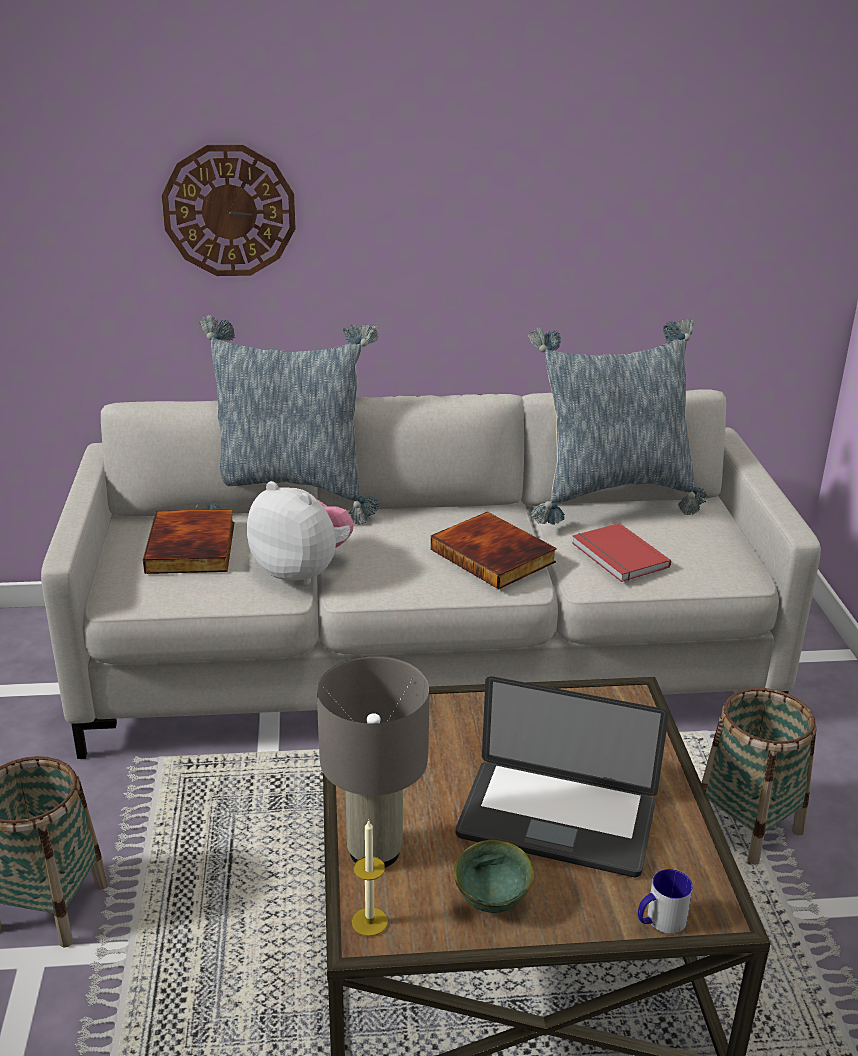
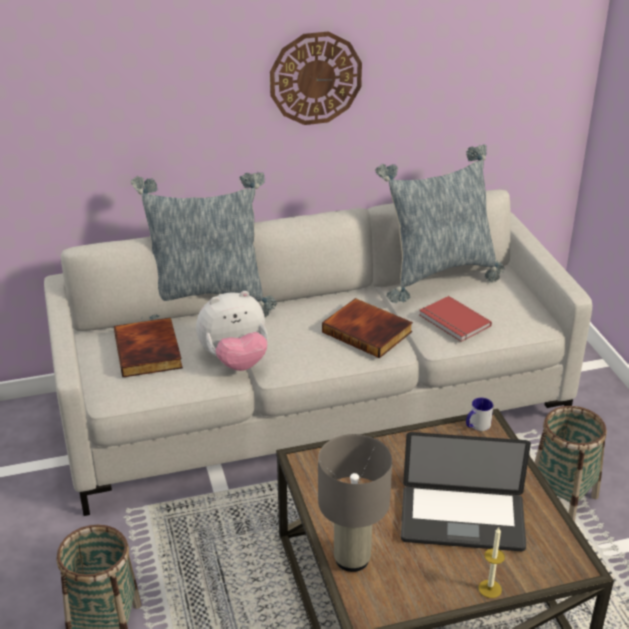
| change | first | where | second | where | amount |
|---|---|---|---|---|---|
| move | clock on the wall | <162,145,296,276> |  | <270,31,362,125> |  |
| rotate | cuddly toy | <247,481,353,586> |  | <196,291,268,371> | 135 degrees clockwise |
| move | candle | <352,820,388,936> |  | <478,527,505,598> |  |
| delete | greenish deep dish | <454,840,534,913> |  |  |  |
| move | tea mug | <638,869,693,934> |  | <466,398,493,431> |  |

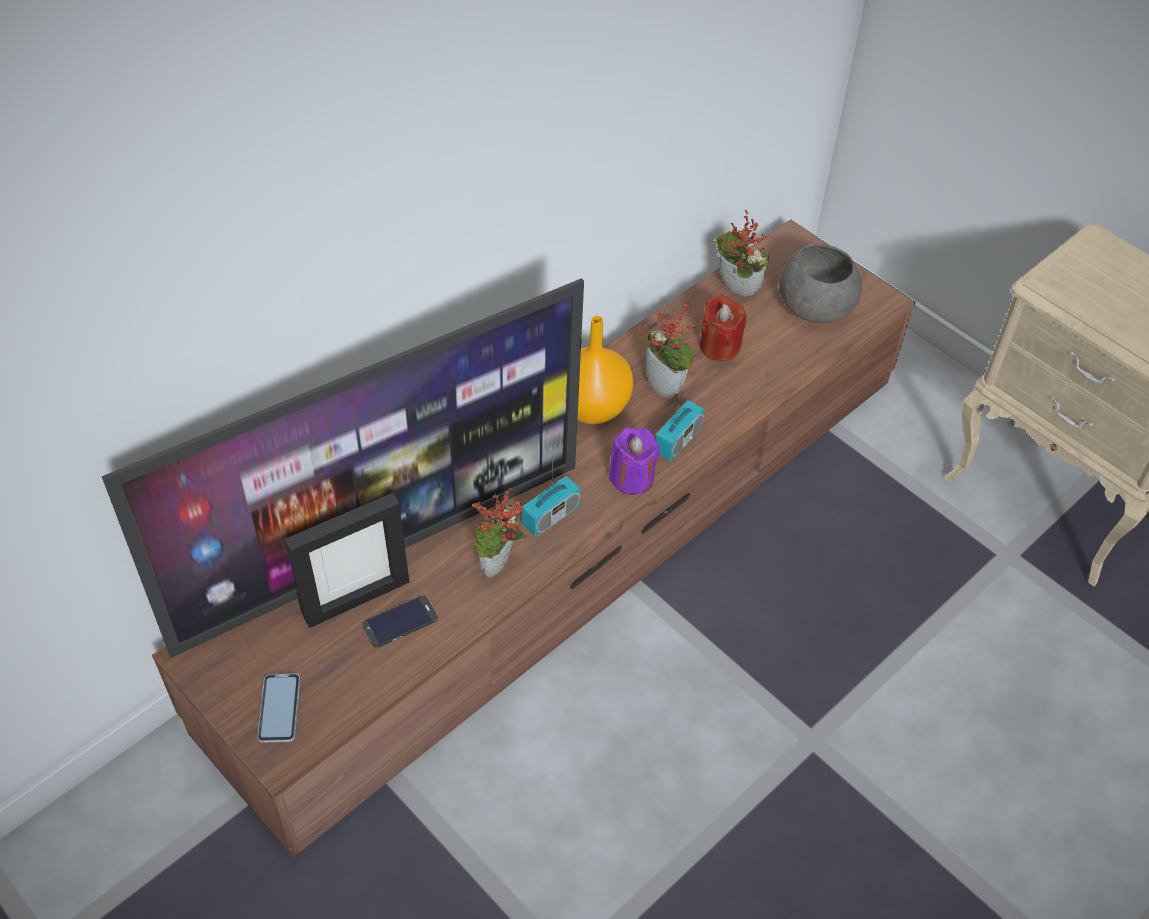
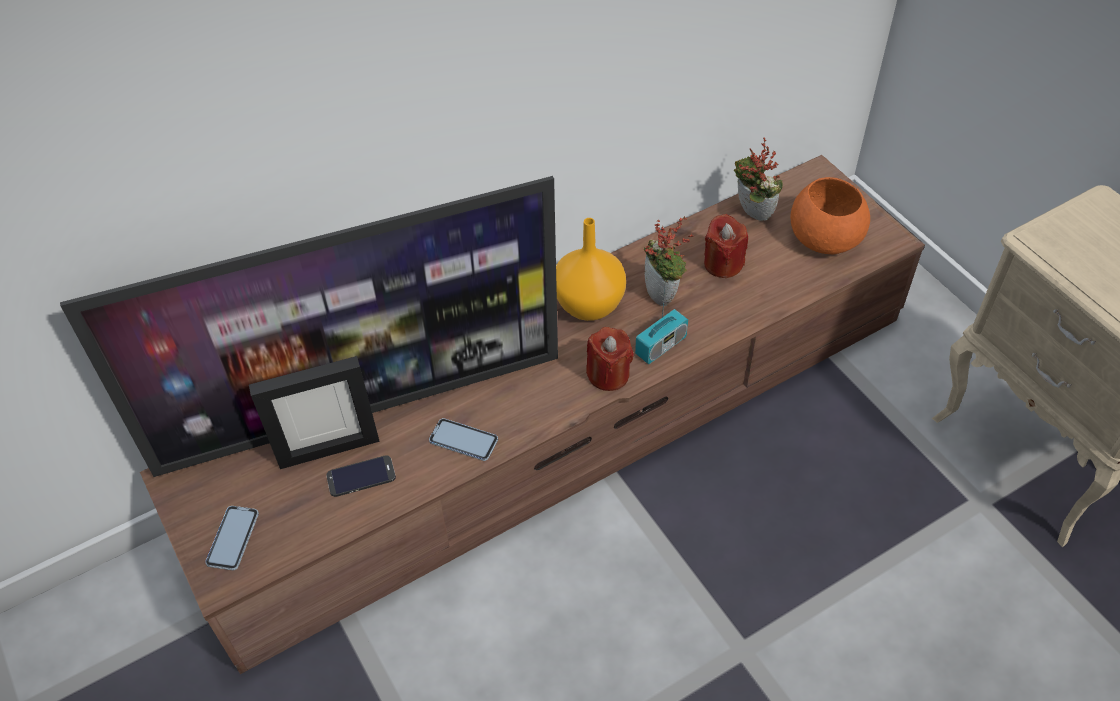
| change | first | where | second | where | amount |
|---|---|---|---|---|---|
| replace | houseplant | <472,488,526,578> | telephone | <429,418,498,461> |  |
| delete | radio receiver | <522,460,581,537> |  |  |  |
| recolor | purple-coloured candle | <609,428,660,495> | reddish candle | <586,327,634,391> |  |
| recolor | gray deep dish | <779,244,862,323> | orange-coloured deep dish | <790,177,870,254> |  |

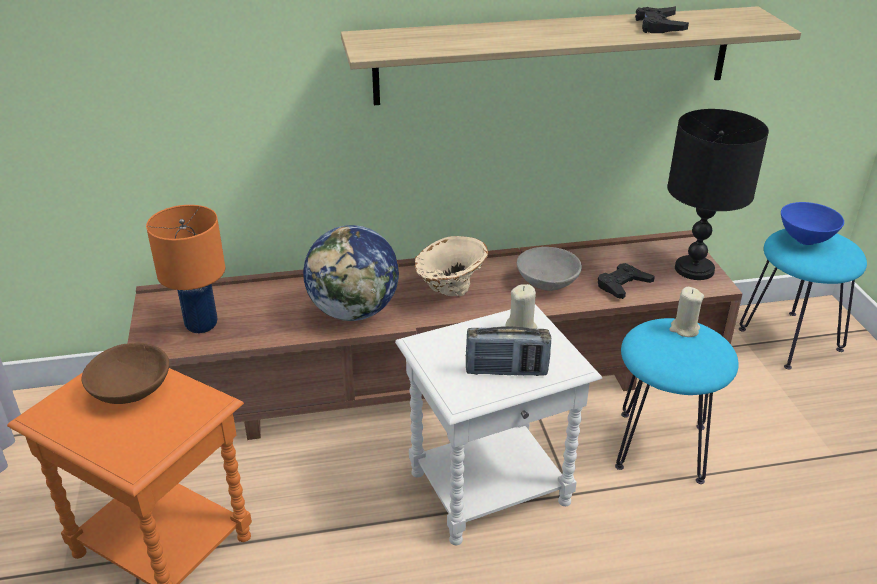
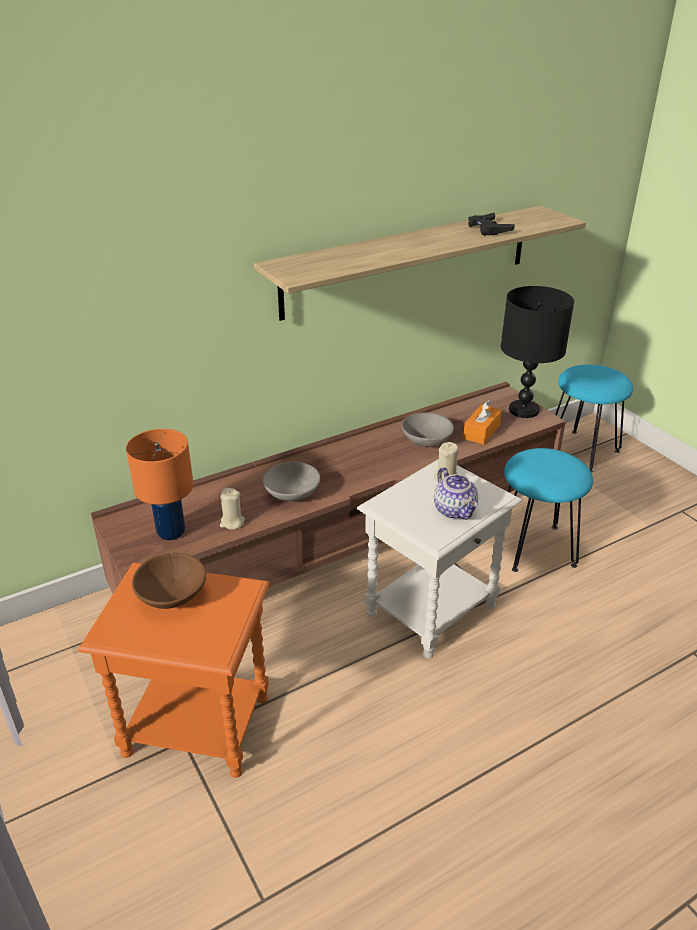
| change | first | where | second | where | amount |
|---|---|---|---|---|---|
| replace | world globe | <303,225,399,321> | gray deep dish | <263,461,320,501> |  |
| delete | sand-coloured decorative vase | <415,236,488,296> |  |  |  |
| replace | radio receiver | <466,326,551,376> | tea pot | <434,467,478,520> |  |
| replace | black-coloured gamepad | <598,263,655,299> | orange-coloured box of tissues | <463,400,502,445> |  |
| move | sand-coloured candle | <670,287,704,337> |  | <220,488,245,530> |  |
| delete | bluish deep dish | <781,202,844,245> |  |  |  |

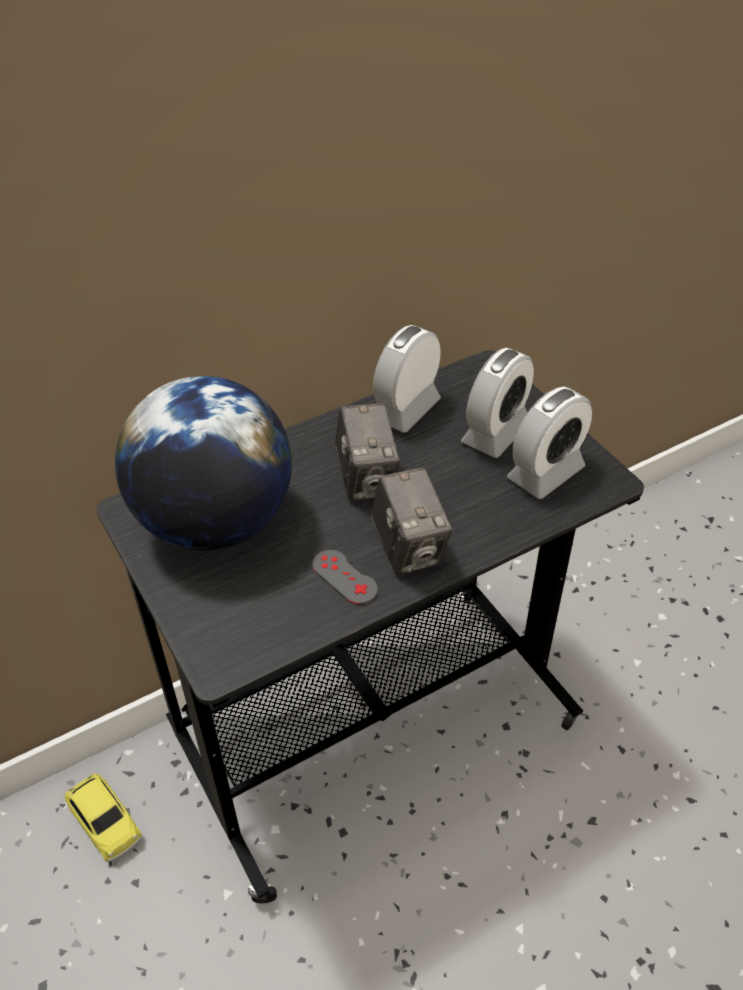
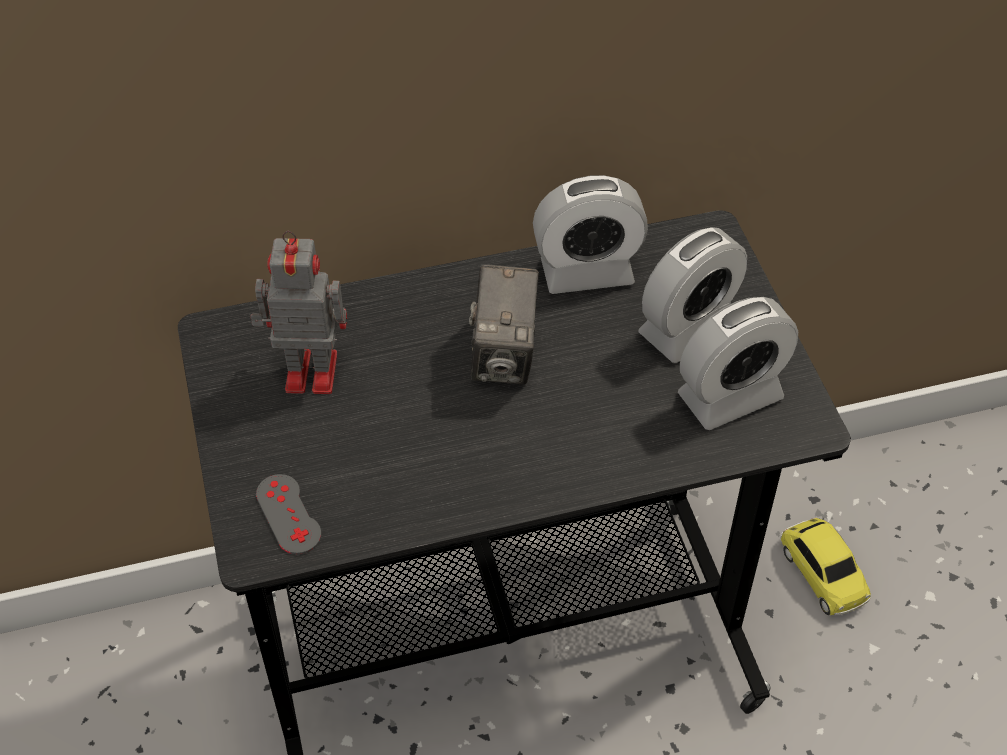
| change | first | where | second | where | amount |
|---|---|---|---|---|---|
| move | model car | <65,774,142,862> |  | <781,518,871,615> |  |
| replace | world globe | <115,376,292,550> | model robot | <250,231,348,394> |  |
| move | gray gamepad | <312,550,378,604> |  | <256,474,322,555> |  |
| delete | photo camera | <370,467,452,575> |  |  |  |
| rotate | bedside clock | <373,325,441,433> |  | <533,175,648,294> | 150 degrees counterclockwise |

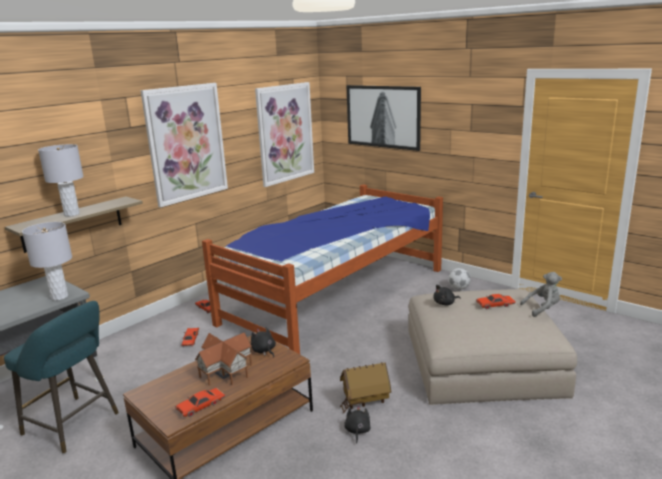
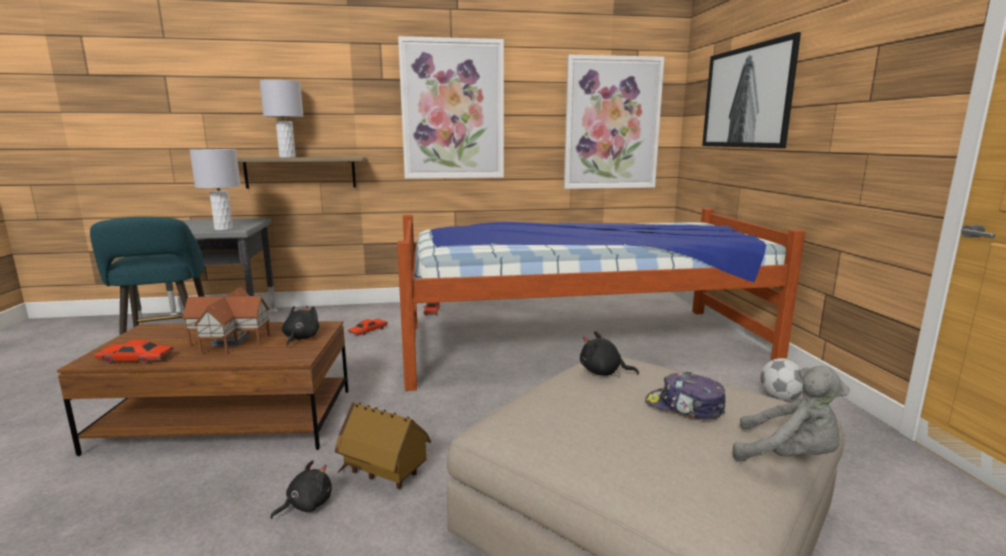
| change | first | where | second | where | amount |
|---|---|---|---|---|---|
| replace | reddish model car | <476,294,516,310> | peaked cap | <645,372,726,420> |  |

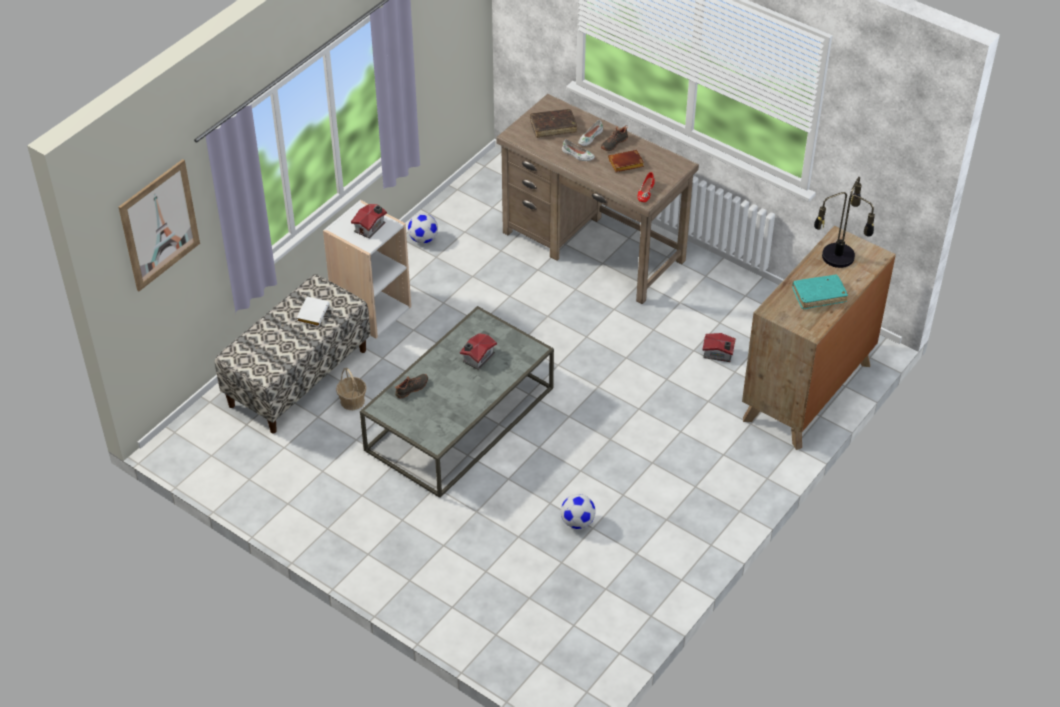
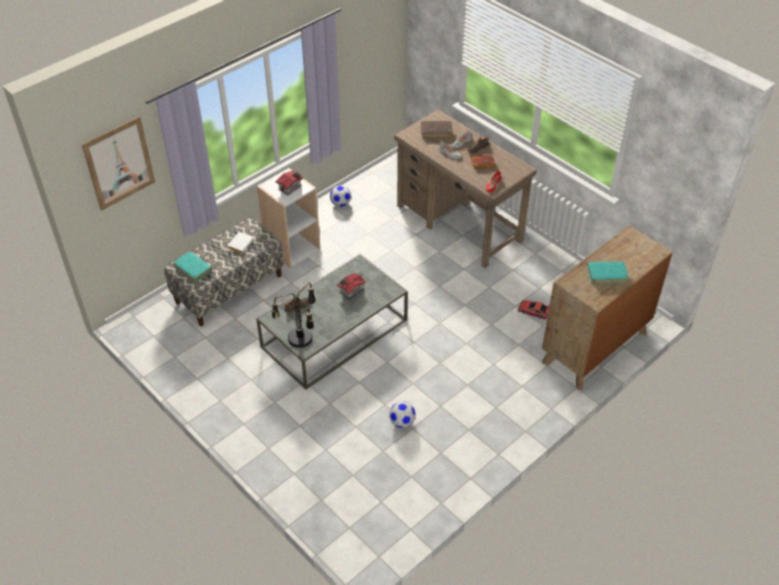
| change | first | where | second | where | amount |
|---|---|---|---|---|---|
| delete | household basket | <336,368,367,410> |  |  |  |
| replace | model house | <702,333,736,362> | model car | <518,300,549,319> |  |
| move | tabletop lamp | <814,177,875,268> |  | <272,283,315,348> |  |
| insert |  |  | turquoise bound book | <174,252,212,283> |  |

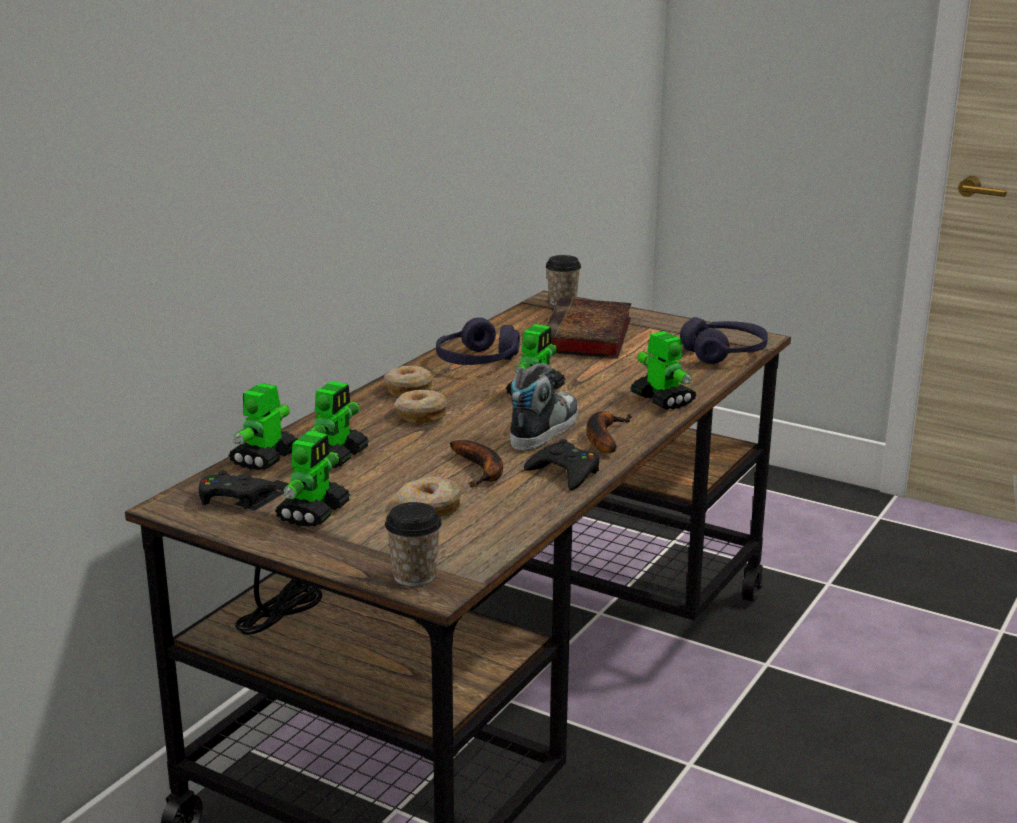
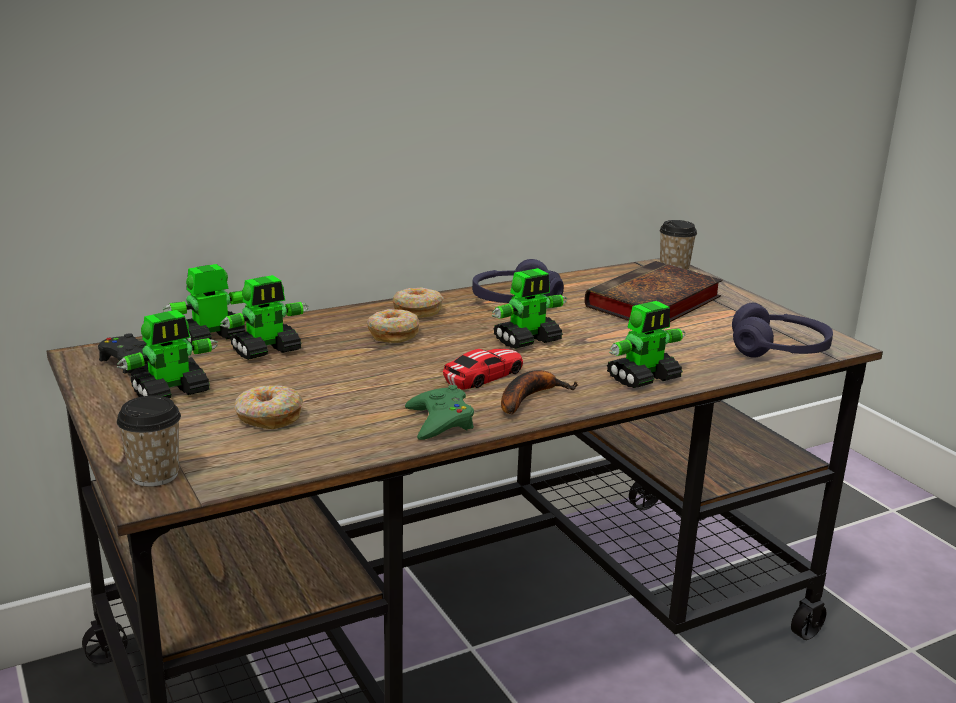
| change | first | where | second | where | amount |
|---|---|---|---|---|---|
| delete | banana | <450,440,503,487> |  |  |  |
| replace | shoe | <510,363,578,451> | model car | <443,349,523,390> |  |
| recolor | black-coloured gamepad | <524,439,600,490> | greenish gamepad | <405,385,474,440> |  |
| rotate | model robot | <631,331,696,410> |  | <607,301,686,388> | 60 degrees clockwise |

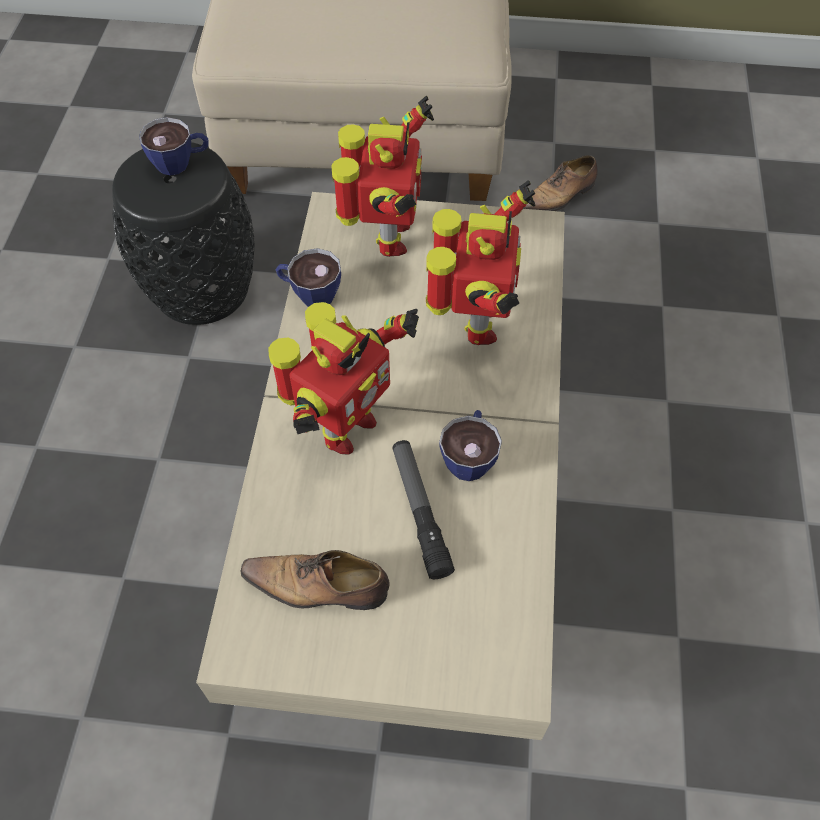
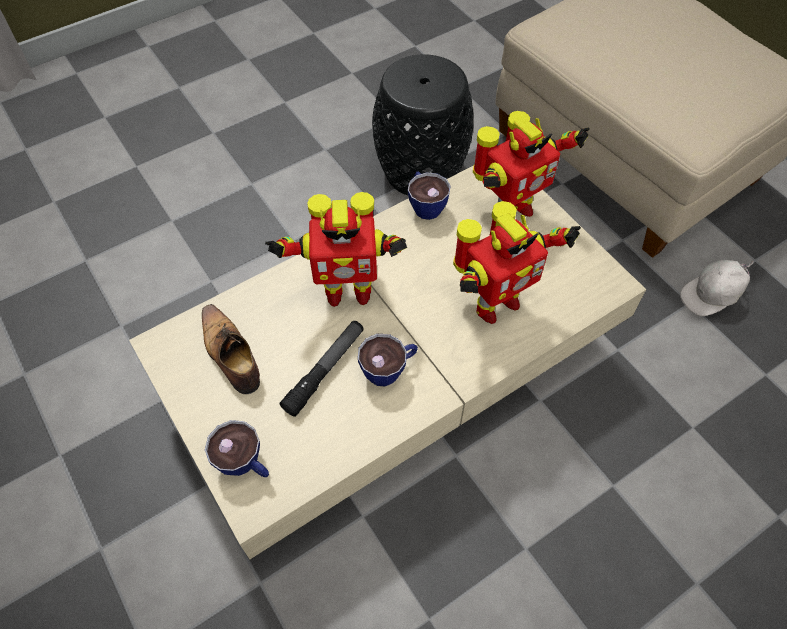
| change | first | where | second | where | amount |
|---|---|---|---|---|---|
| move | small cup | <139,117,209,176> |  | <205,420,269,477> |  |
| replace | shoe | <523,155,598,211> | whitish peaked cap | <680,260,754,316> |  |

